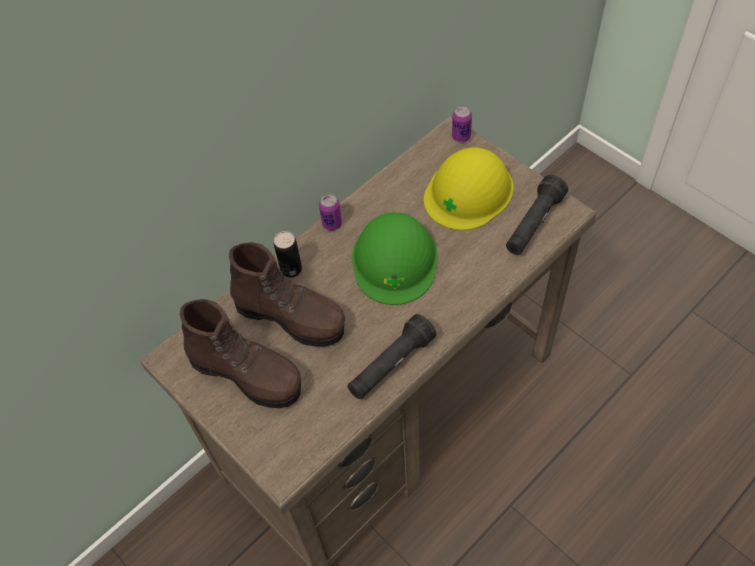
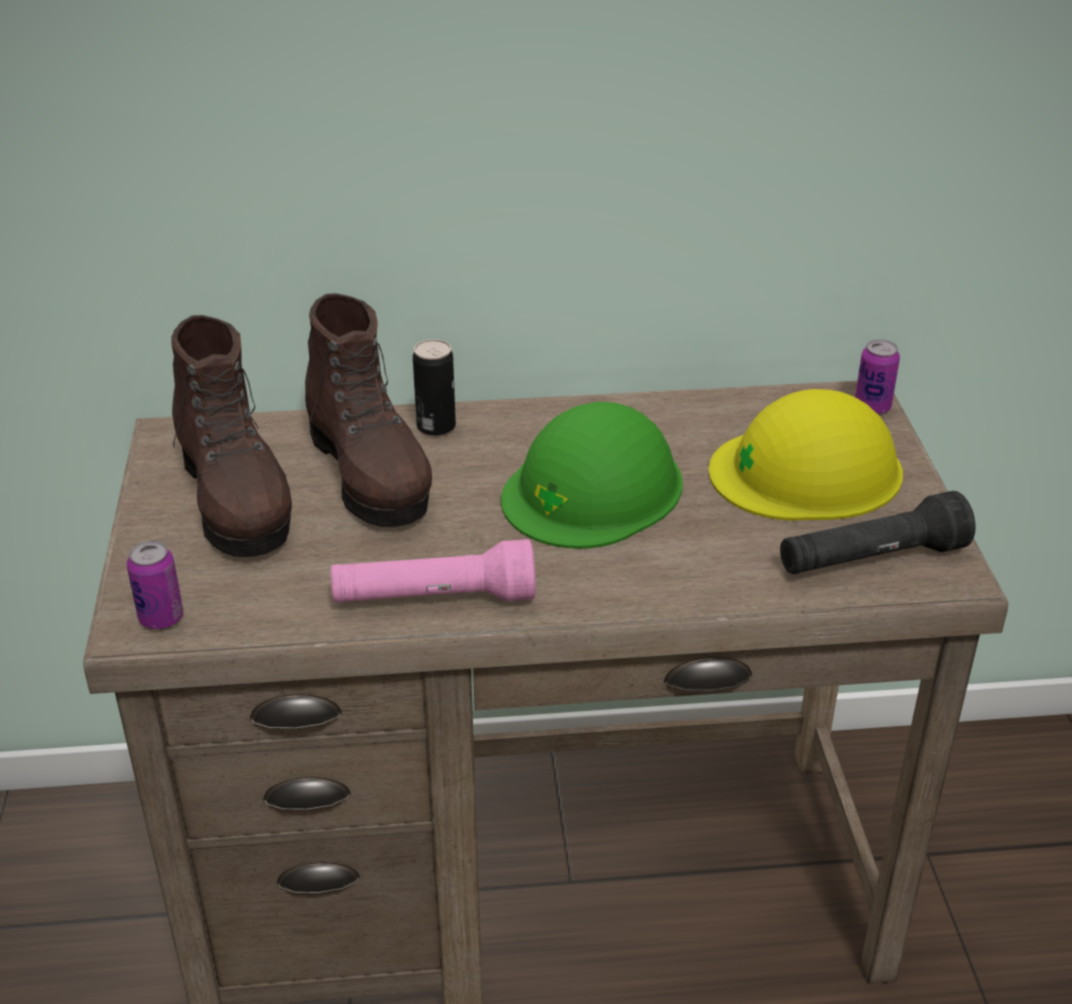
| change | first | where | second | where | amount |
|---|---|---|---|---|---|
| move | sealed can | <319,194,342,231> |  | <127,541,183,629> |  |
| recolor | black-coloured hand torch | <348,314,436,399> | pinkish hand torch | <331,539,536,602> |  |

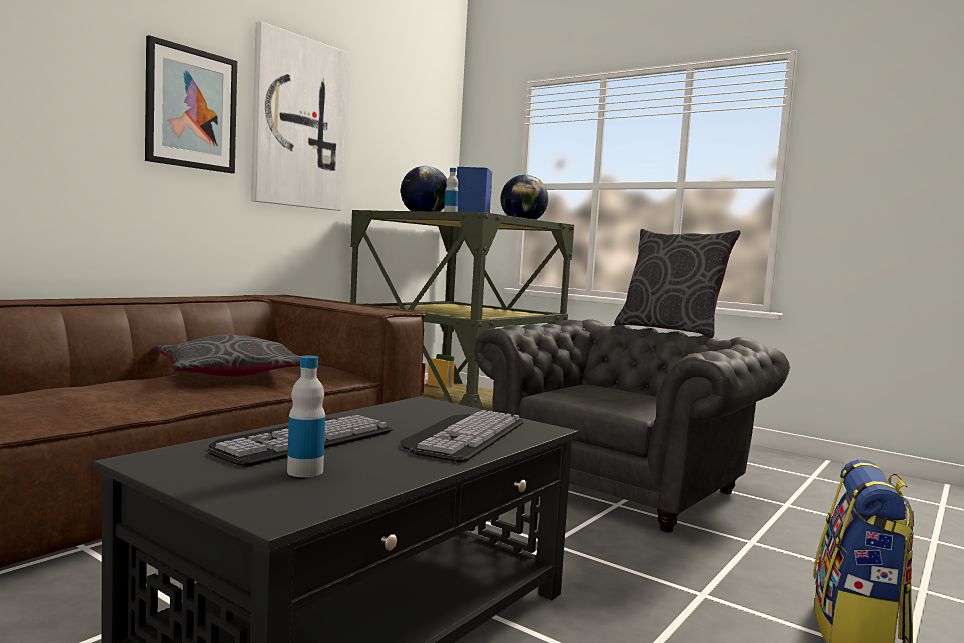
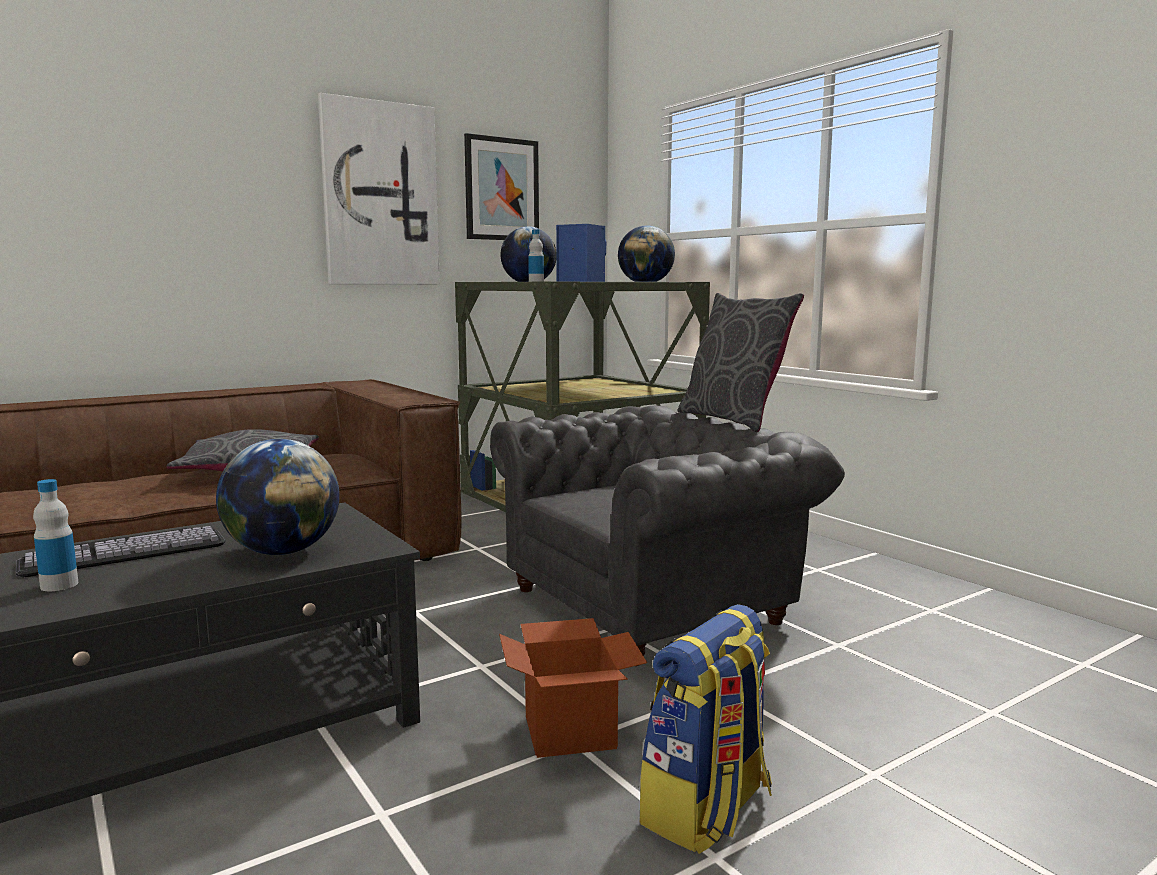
| change | first | where | second | where | amount |
|---|---|---|---|---|---|
| move | wall picture | <145,35,237,173> |  | <464,133,539,240> |  |
| replace | PC keyboard | <400,410,523,463> | world globe | <216,439,340,555> |  |
| insert |  |  | packing box | <499,618,647,758> |  |

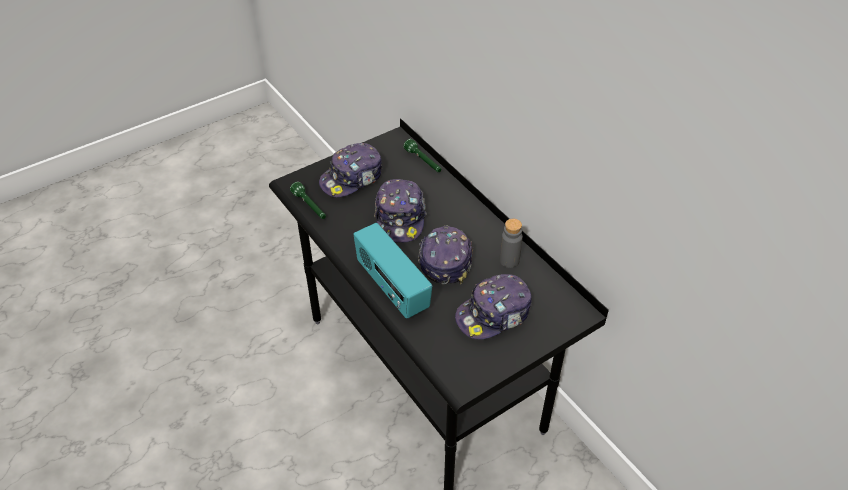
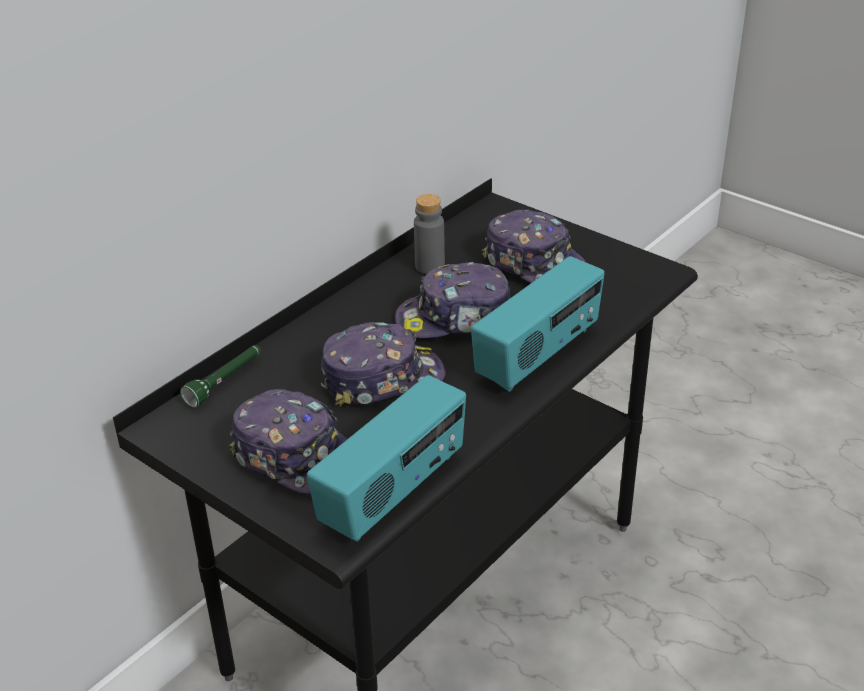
| change | first | where | second | where | amount |
|---|---|---|---|---|---|
| replace | greenish hand torch | <290,182,326,219> | radio receiver | <307,375,466,542> |  |

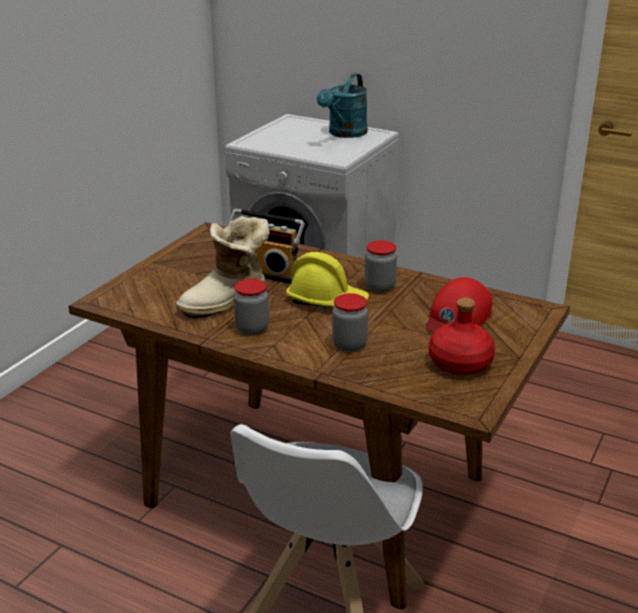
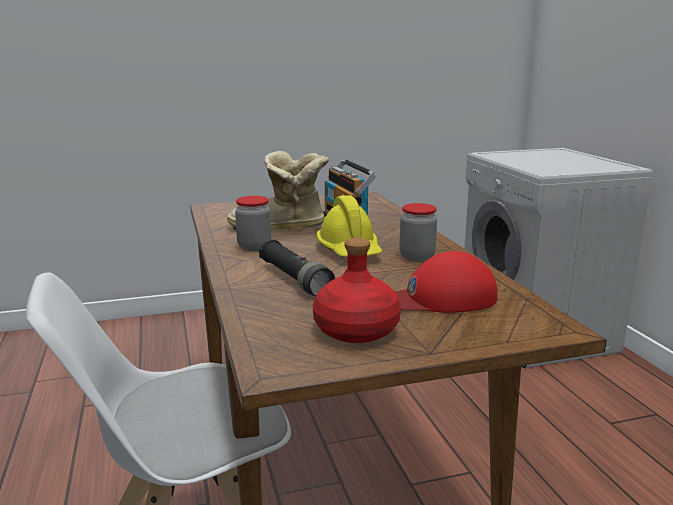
| change | first | where | second | where | amount |
|---|---|---|---|---|---|
| delete | turquoise sprinkling can | <317,73,368,138> |  |  |  |
| replace | storage jar | <332,293,368,352> | black-coloured hand torch | <259,240,335,297> |  |

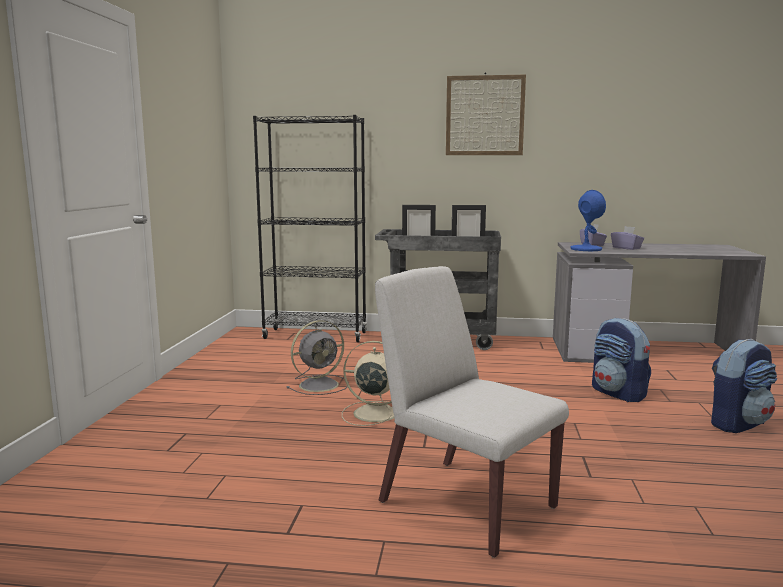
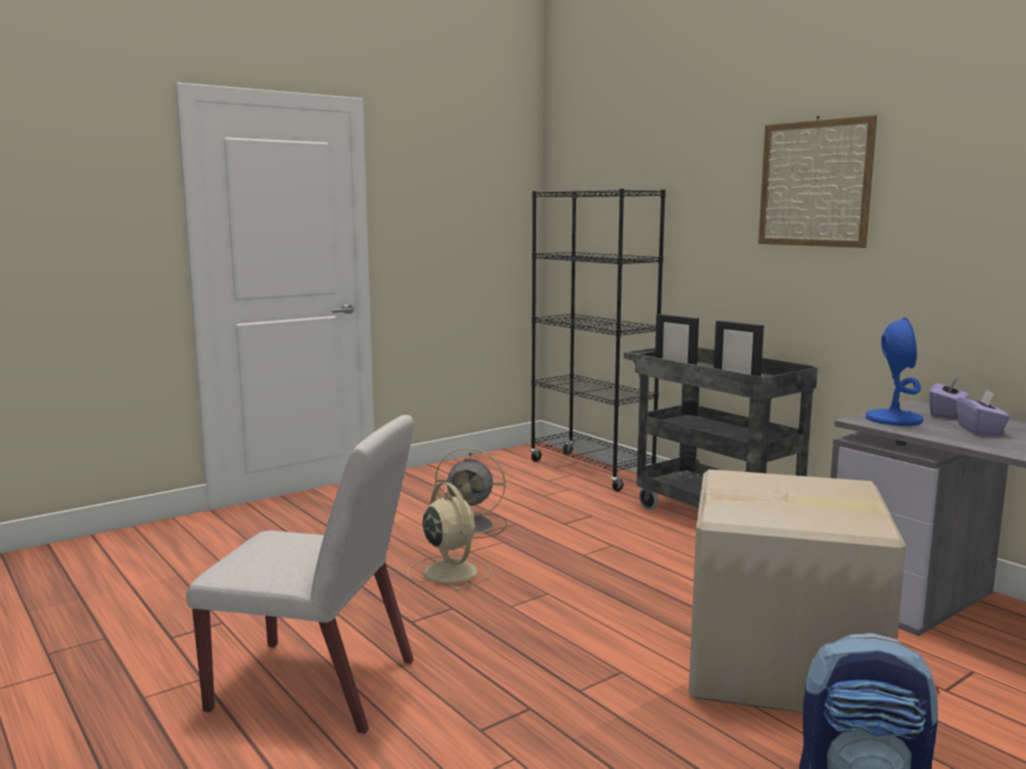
| change | first | where | second | where | amount |
|---|---|---|---|---|---|
| rotate | whitish plain chair | <375,266,569,558> |  | <186,415,414,734> | 105 degrees clockwise |
| replace | rucksack | <592,318,651,402> | packing box | <689,469,906,713> |  |

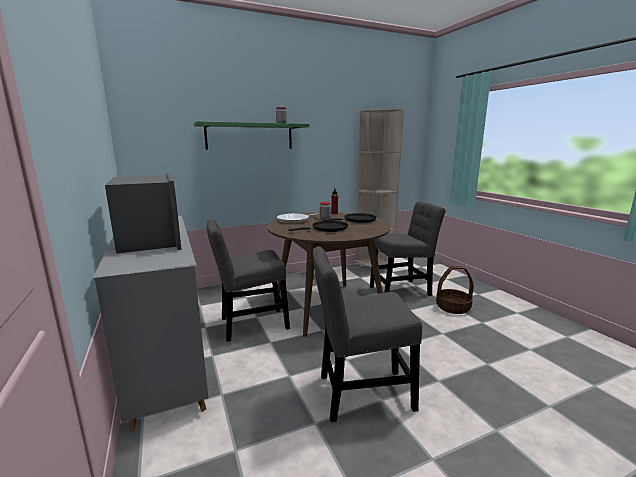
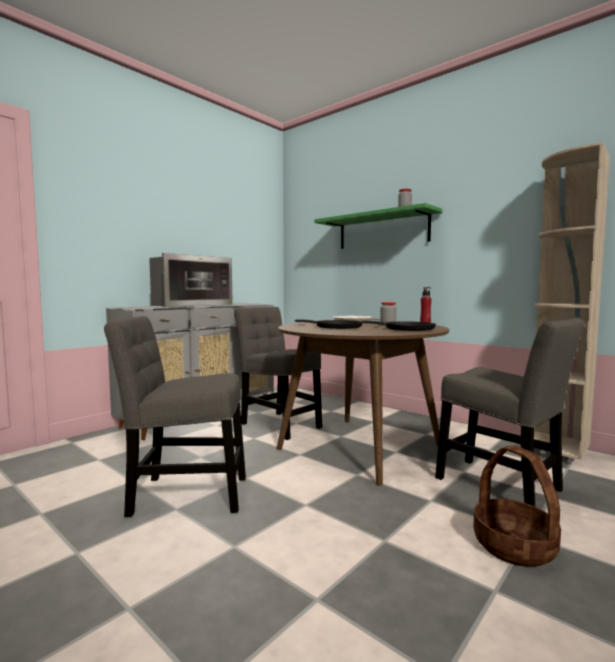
| change | first | where | second | where | amount |
|---|---|---|---|---|---|
| rotate | gray plain chair | <313,246,422,422> |  | <104,316,246,517> | 60 degrees counterclockwise |

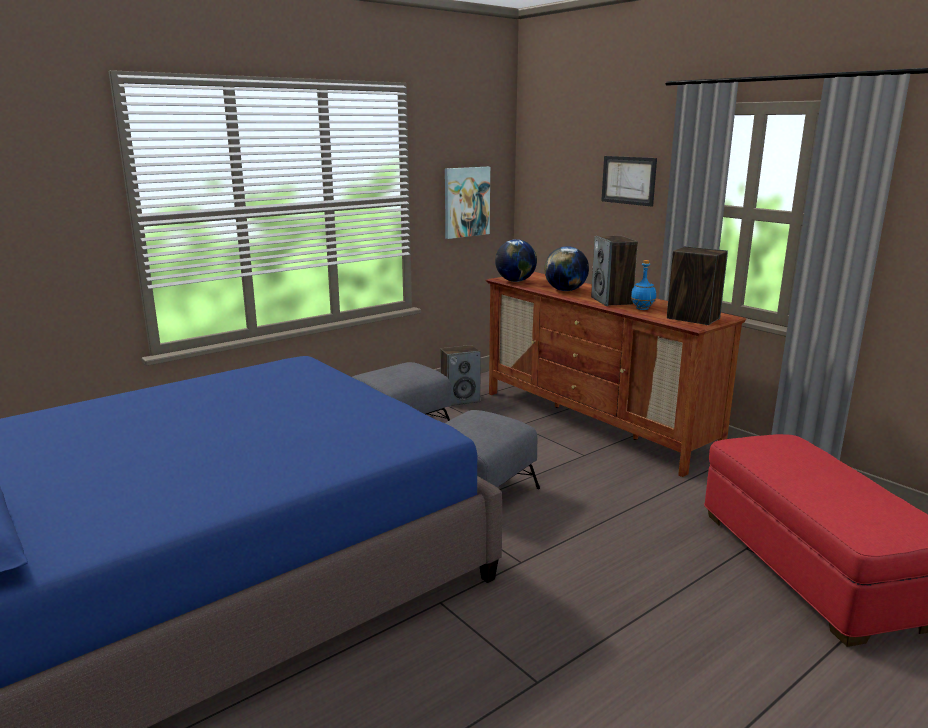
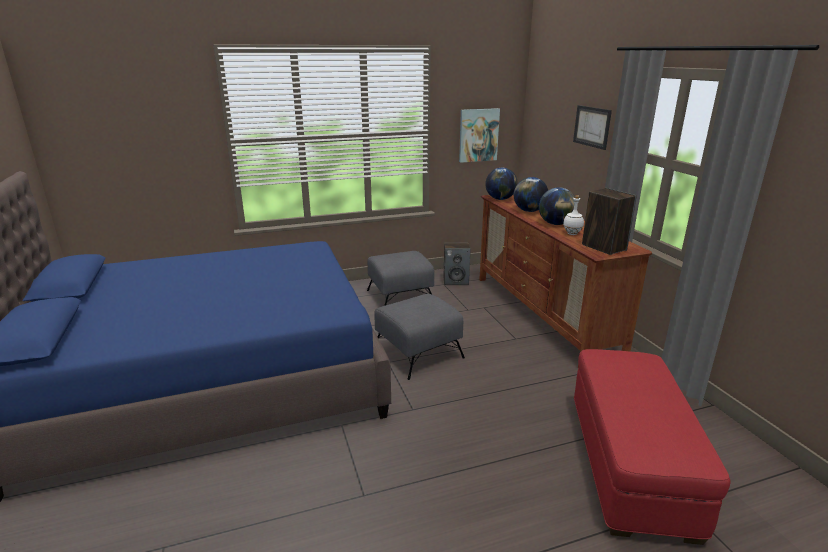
| change | first | where | second | where | amount |
|---|---|---|---|---|---|
| replace | loudspeaker | <591,236,638,306> | world globe | <539,187,575,225> |  |
| recolor | bluish drink bottle | <631,260,656,310> | whitish drink bottle | <563,195,584,235> |  |

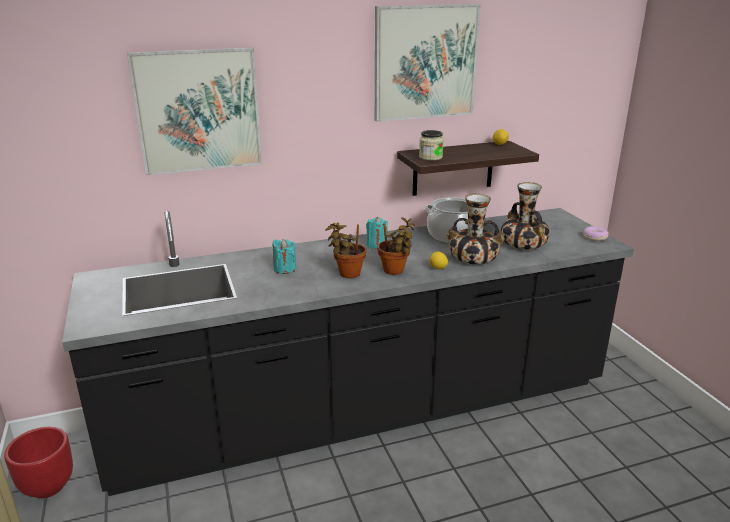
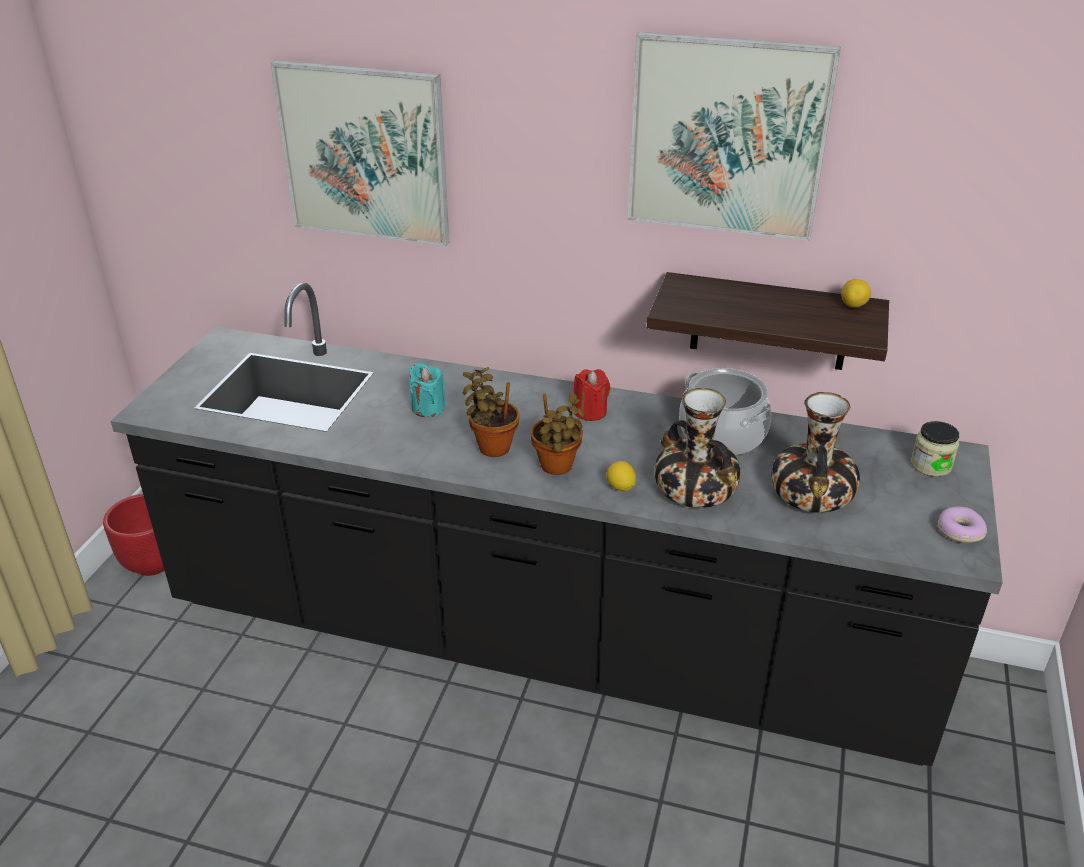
| change | first | where | second | where | amount |
|---|---|---|---|---|---|
| recolor | turquoise candle | <366,217,388,249> | reddish candle | <574,369,610,421> |  |
| move | storage jar | <419,130,444,161> |  | <911,421,959,477> |  |

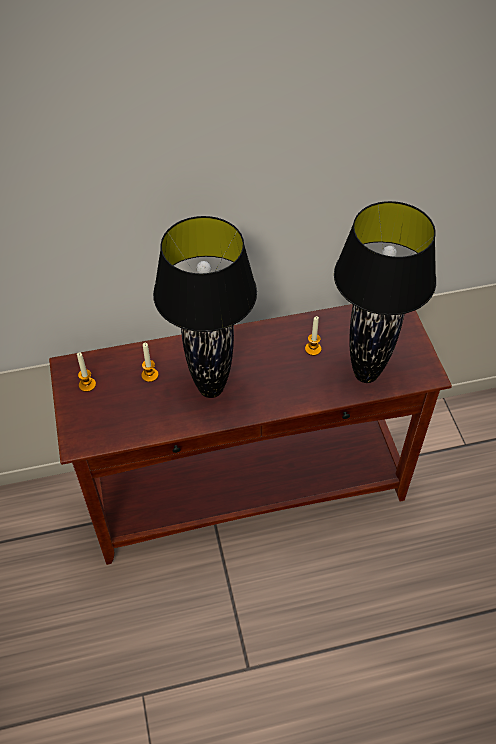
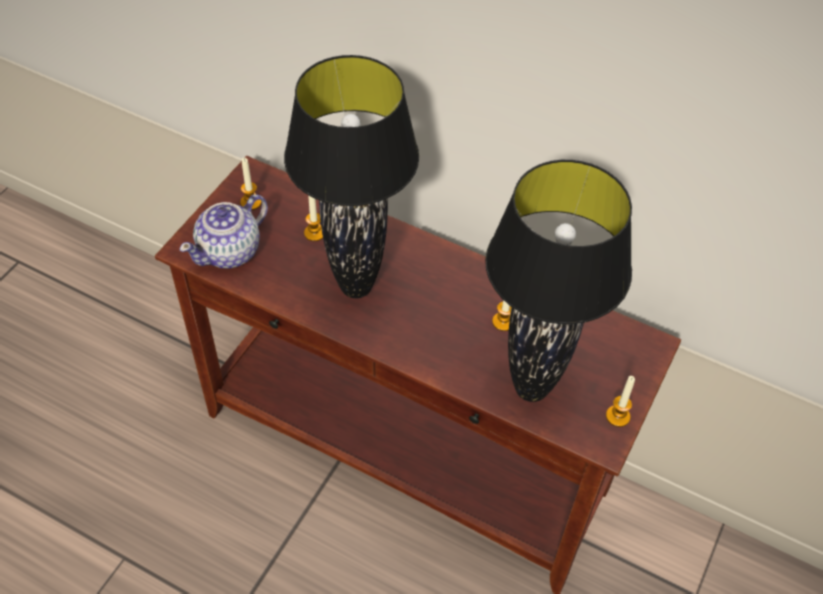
| change | first | where | second | where | amount |
|---|---|---|---|---|---|
| insert |  |  | tea pot | <180,194,268,268> |  |
| insert |  |  | candle | <606,376,635,427> |  |

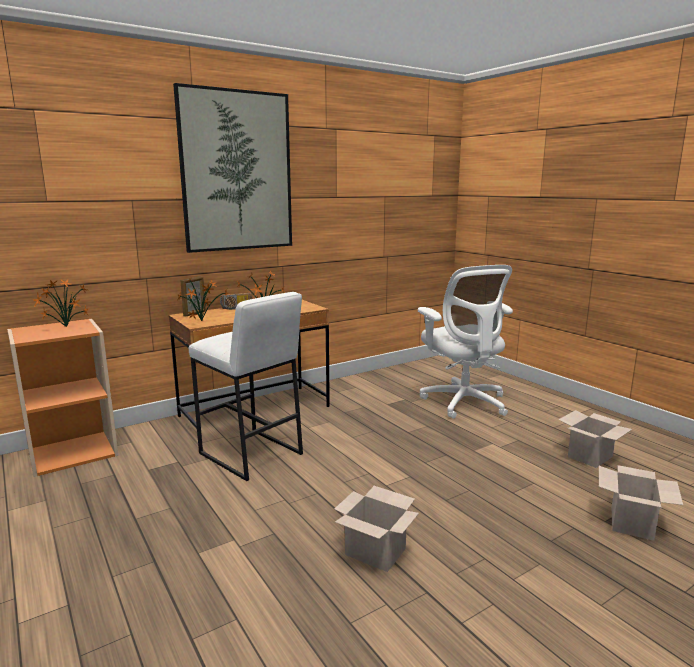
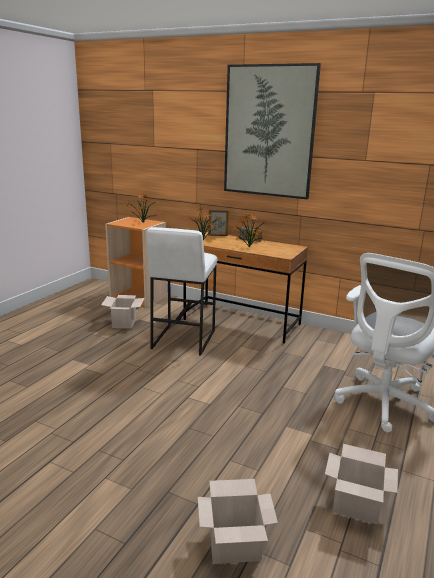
| change | first | where | second | where | amount |
|---|---|---|---|---|---|
| move | packing box | <334,486,419,572> |  | <101,295,144,329> |  |

